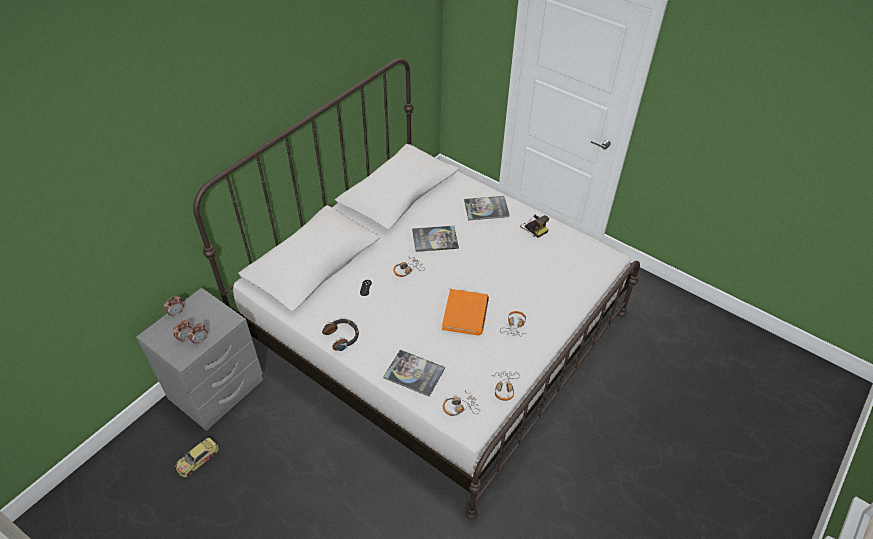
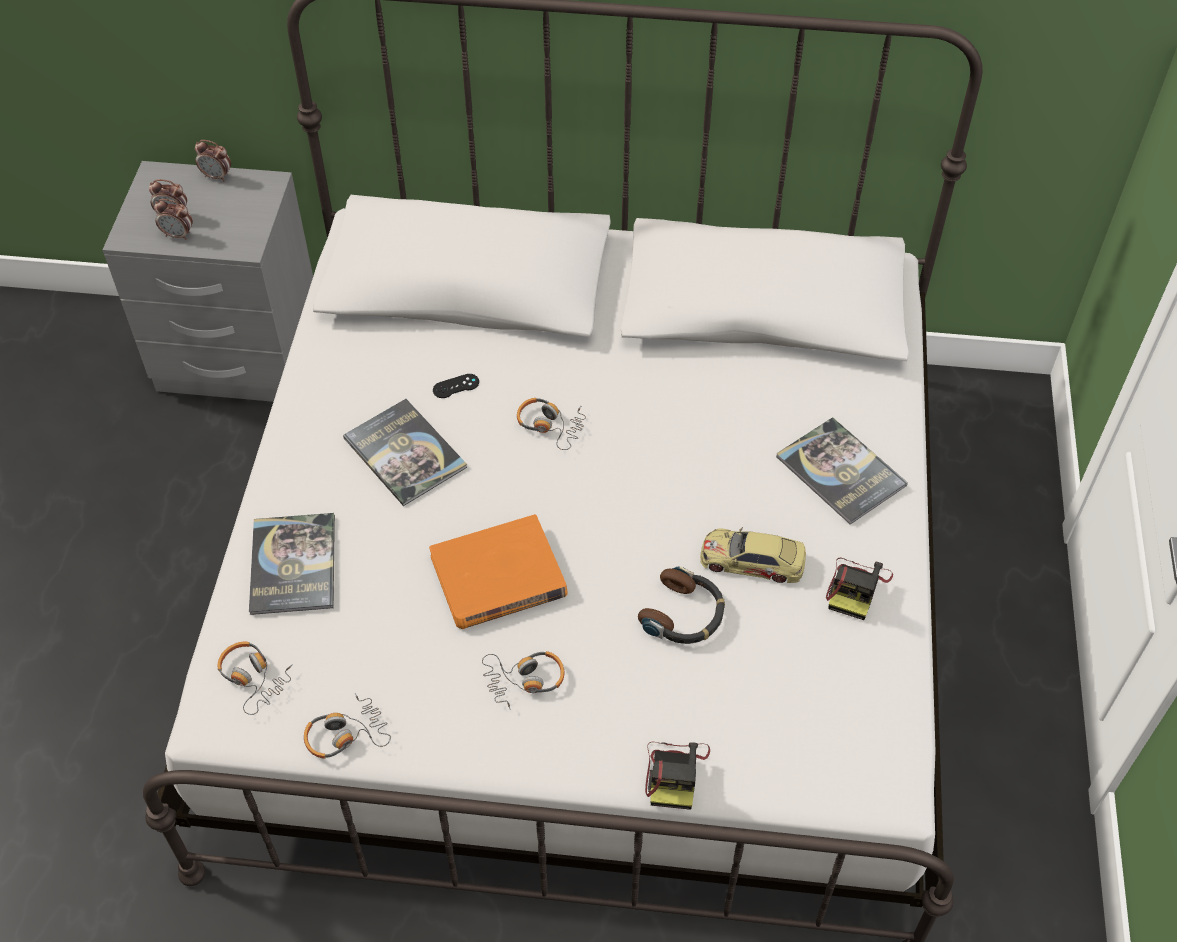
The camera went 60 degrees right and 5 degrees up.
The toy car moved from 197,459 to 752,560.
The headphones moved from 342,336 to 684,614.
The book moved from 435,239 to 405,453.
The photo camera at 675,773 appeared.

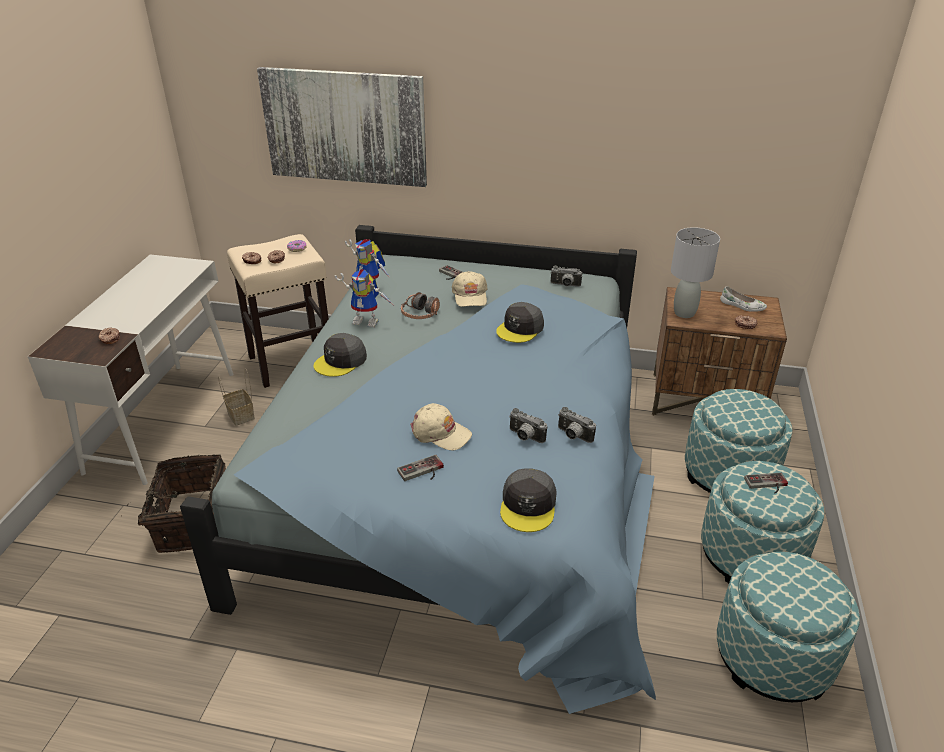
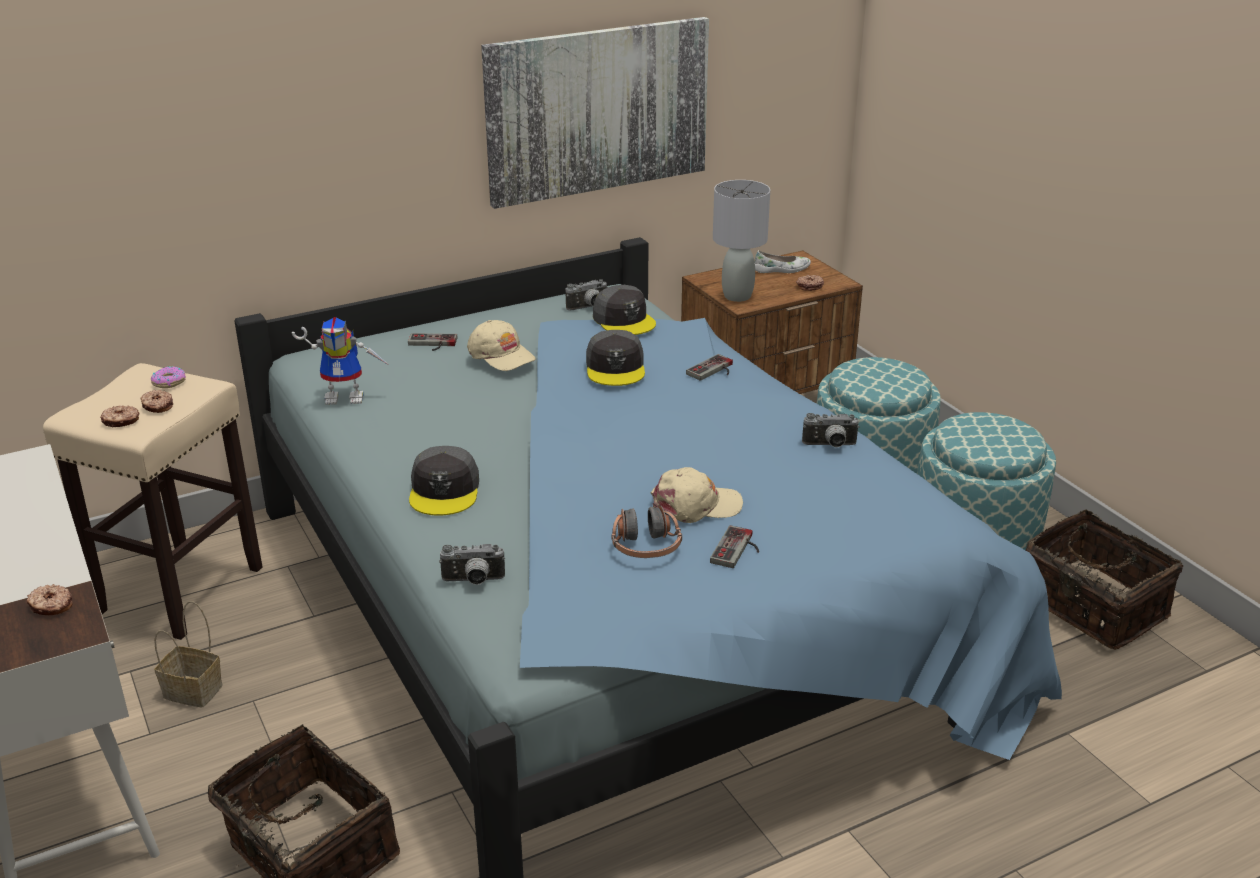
The camera went 40 degrees left and 5 degrees down.
The picture moved from 345,127 to 598,110.
The toy robot at 368,321 disappeared.
The headphones moved from 420,315 to 646,547.
The grey cap moved from 528,505 to 624,320.
The photo camera moved from 524,437 to 473,581.
The ottoman at 772,656 was replaced by the basket at 1092,608.
The game controller moved from 767,485 to 714,371.

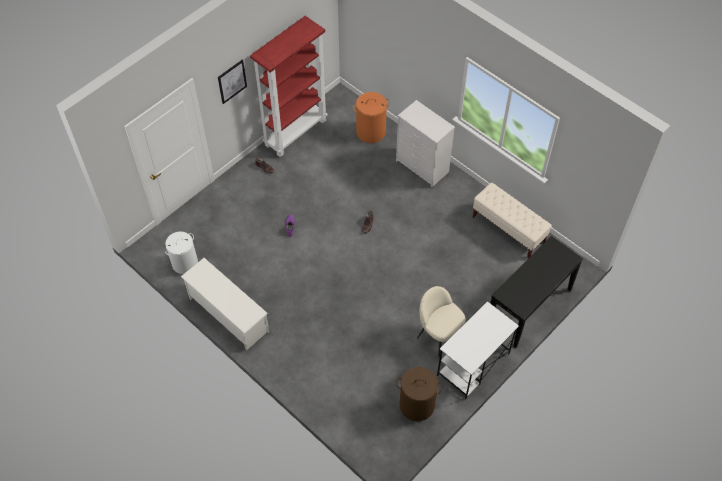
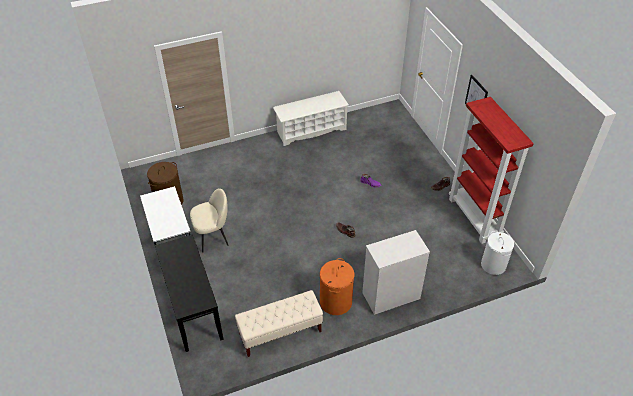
The camera went 115 degrees right and 10 degrees down.
The white laundry basket moved from 184,263 to 493,265.
The orange laundry basket moved from 371,132 to 336,302.

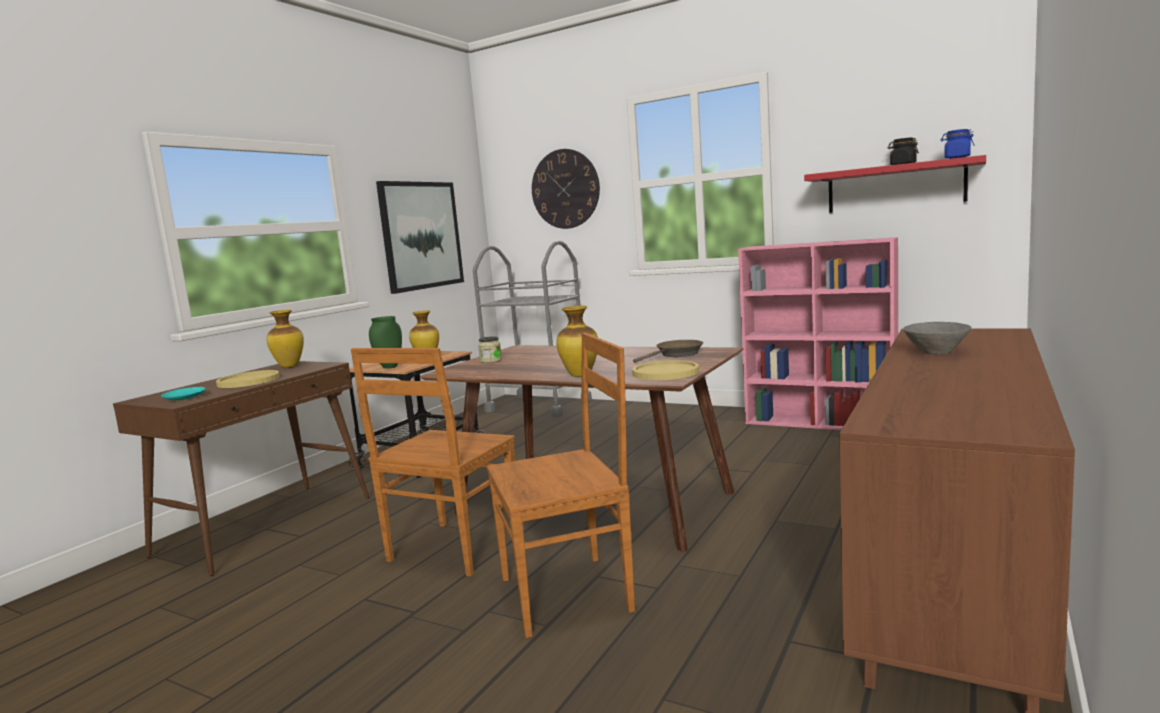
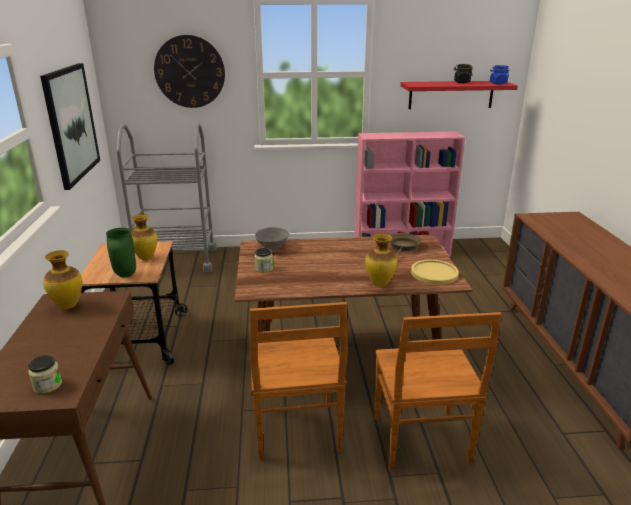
The camera went 35 degrees left and 15 degrees up.
The turquoise plate at 185,398 was replaced by the jar at 47,385.
The yellow plate at 248,381 disappeared.
The brown chair at 569,593 turned 135 degrees clockwise.
The grey bowl moved from 935,352 to 272,247.

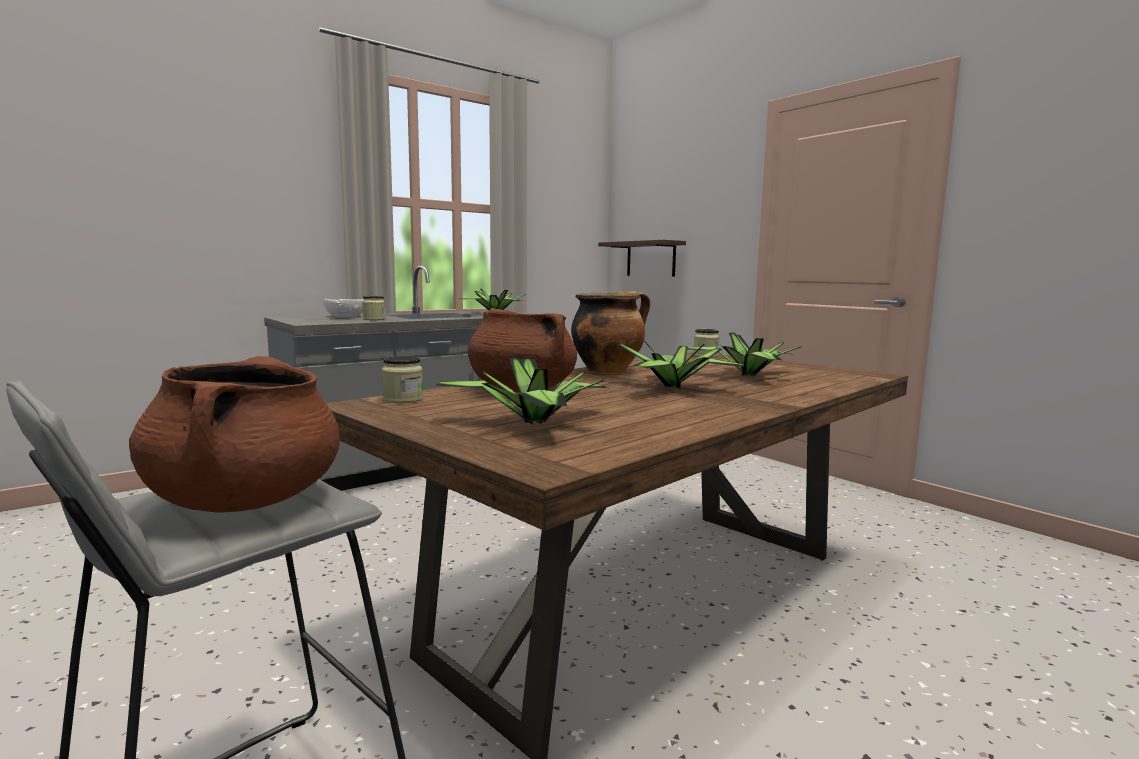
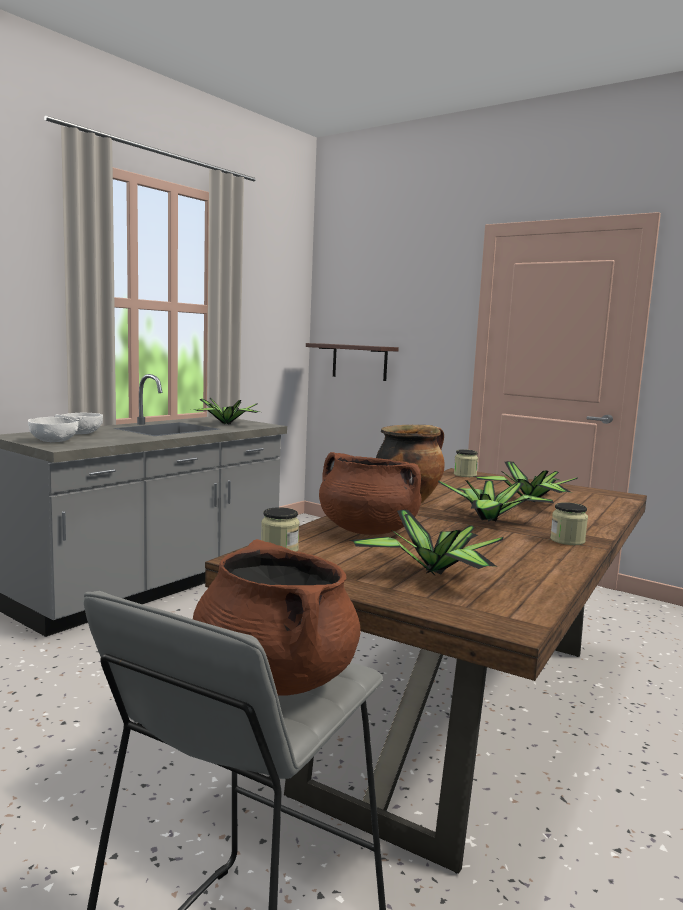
The camera went 15 degrees left and 0 degrees up.
The jar moved from 374,319 to 567,540.
The white bowl at 54,441 appeared.

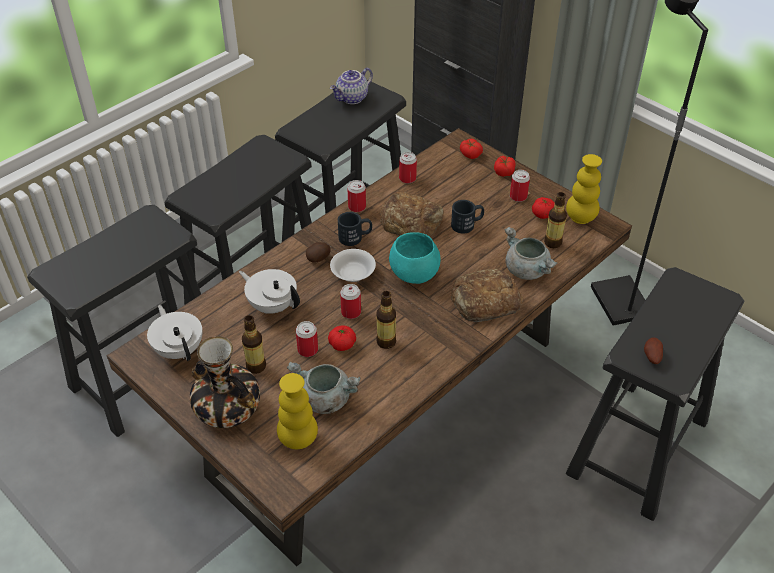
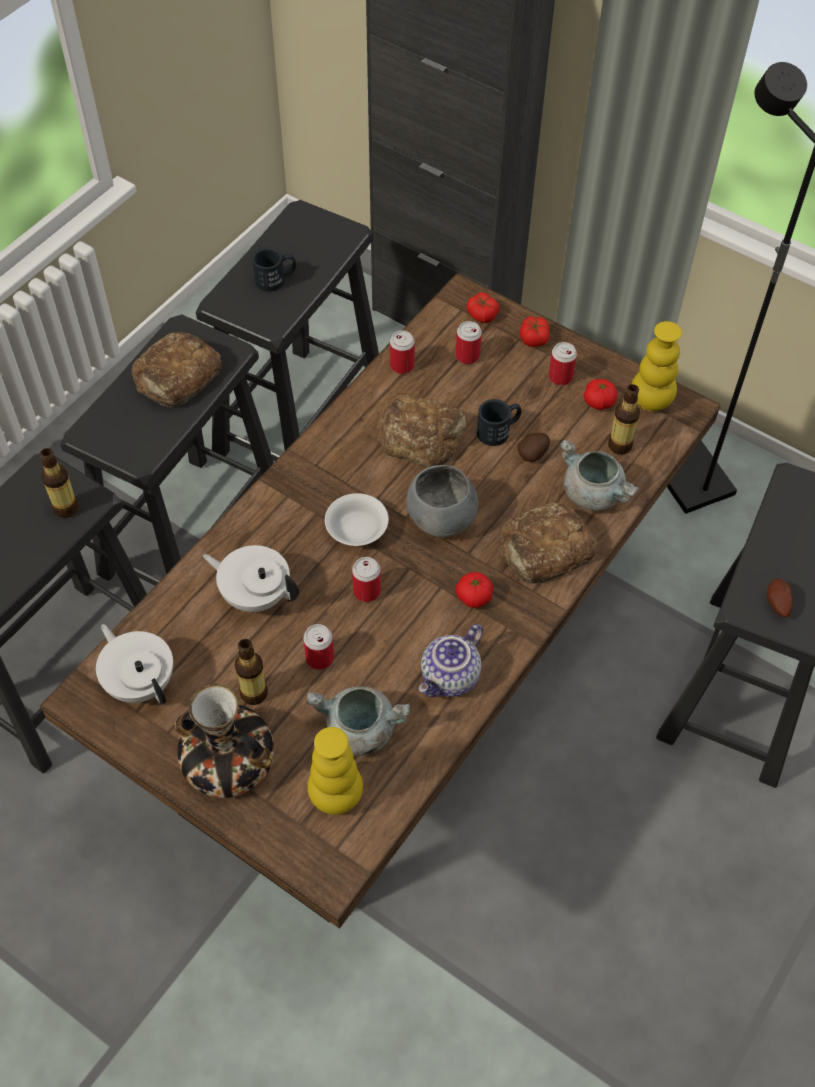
The camera went 10 degrees left and 10 degrees up.
The potato moved from 318,258 to 533,454.
The tomato moved from 342,344 to 474,597.
The teapot moved from 352,98 to 451,678.
The black mug moved from 355,237 to 276,279.
The can moved from 357,207 to 467,356.
The bottle moved from 386,342 to 66,508.
The turquoise bowl at 414,273 became the grey bowl at 441,518.
The bread at 177,377 appeared.

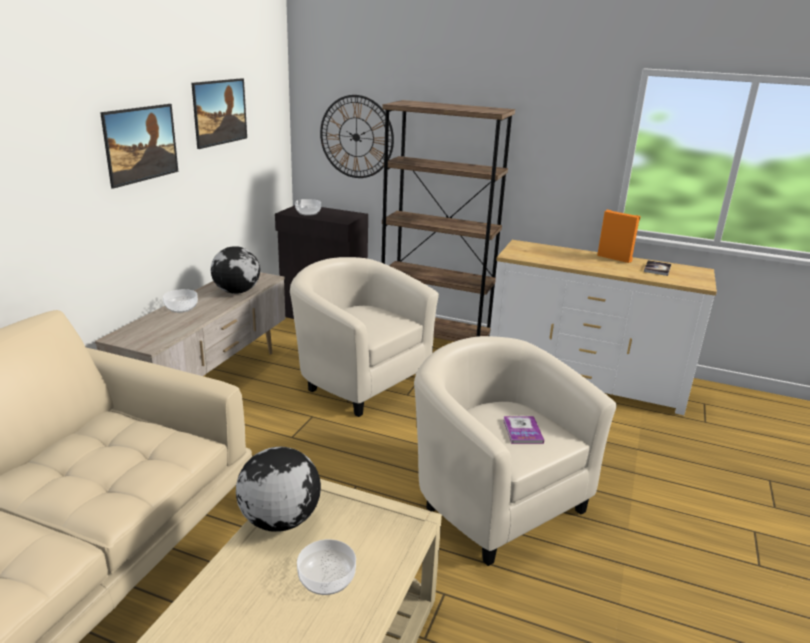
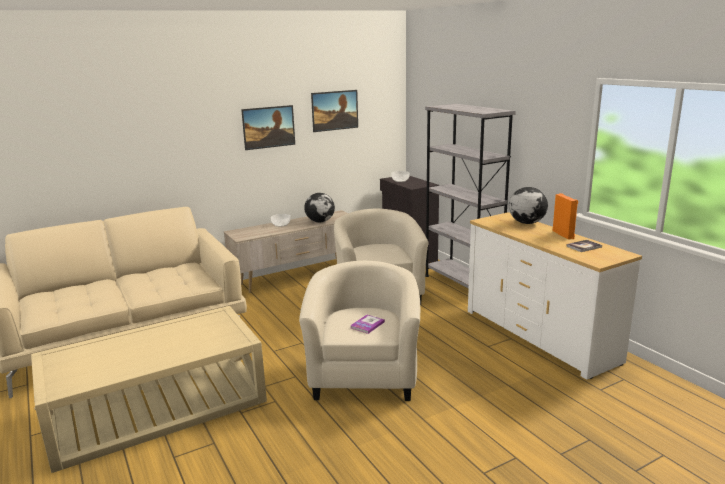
The camera went 40 degrees right and 5 degrees down.
The globe moved from 279,520 to 526,223.
The bowl at 326,579 disappeared.
The wall clock at 356,137 disappeared.
The brown bookcase at 434,340 became the grey bookcase at 462,284.

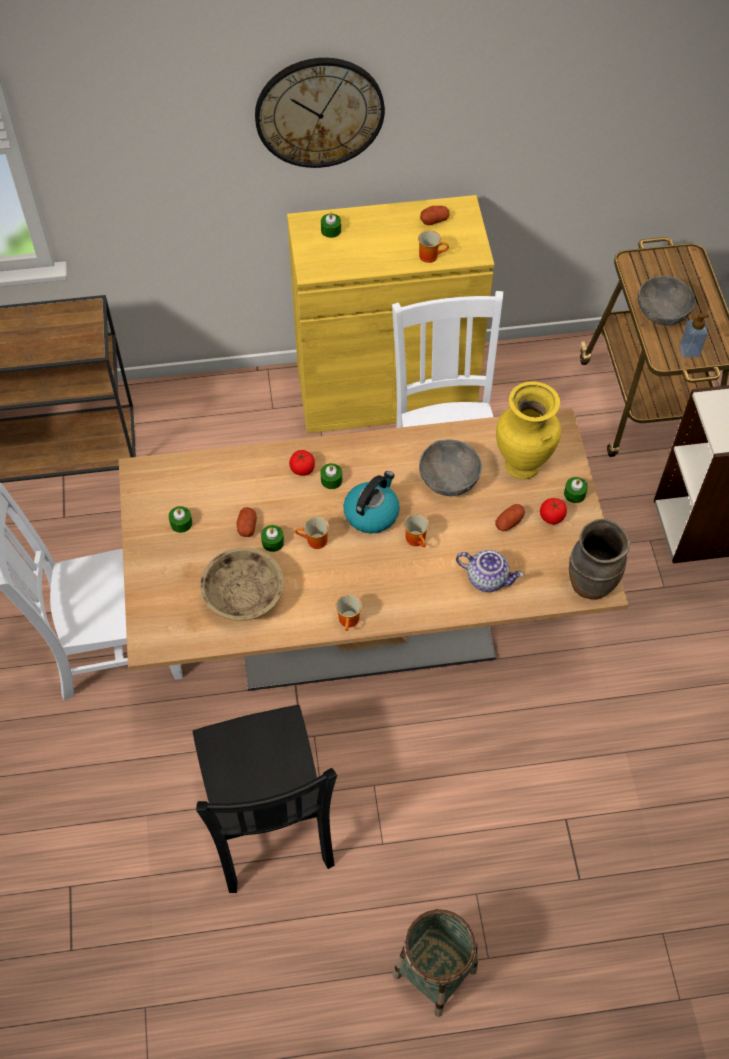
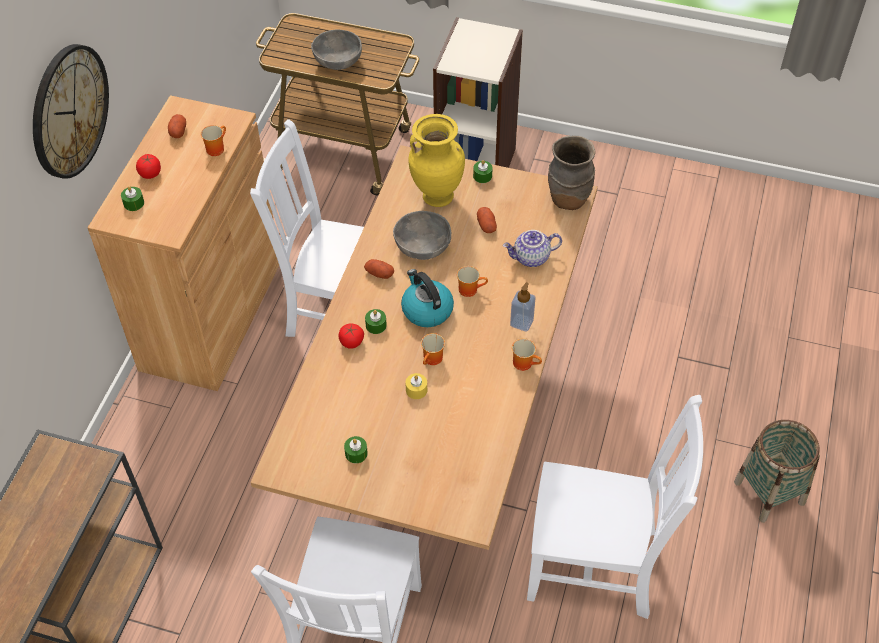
The camera went 65 degrees left and 5 degrees down.
The black chair at 269,824 became the white chair at 597,565.
The beige bowl at 243,595 disappeared.
The potato moved from 247,526 to 379,273.
The green candle at 273,542 became the yellow candle at 416,390.
The yellow cabinet at 385,390 became the brown cabinet at 211,315.
The teapot at 488,578 turned 150 degrees counterclockwise.
The tomato moved from 552,517 to 150,173.
The soap dispenser moved from 689,350 to 521,322.

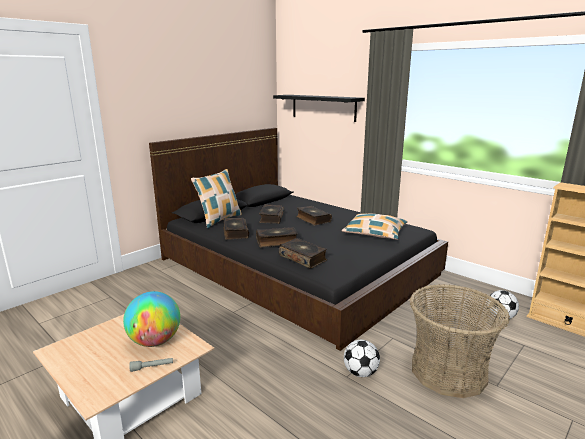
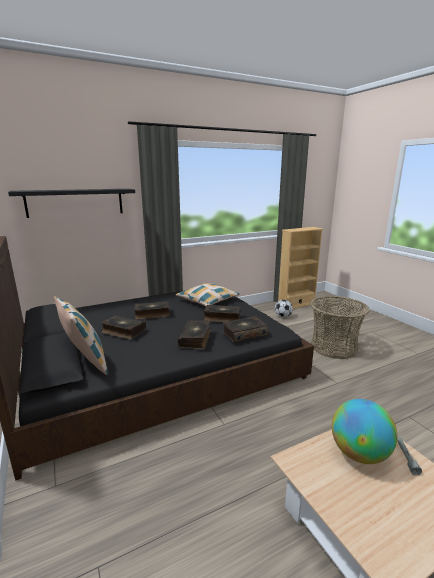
The camera went 70 degrees left and 0 degrees up.
The book moved from 235,233 to 222,318.
The football at 360,373 disappeared.

